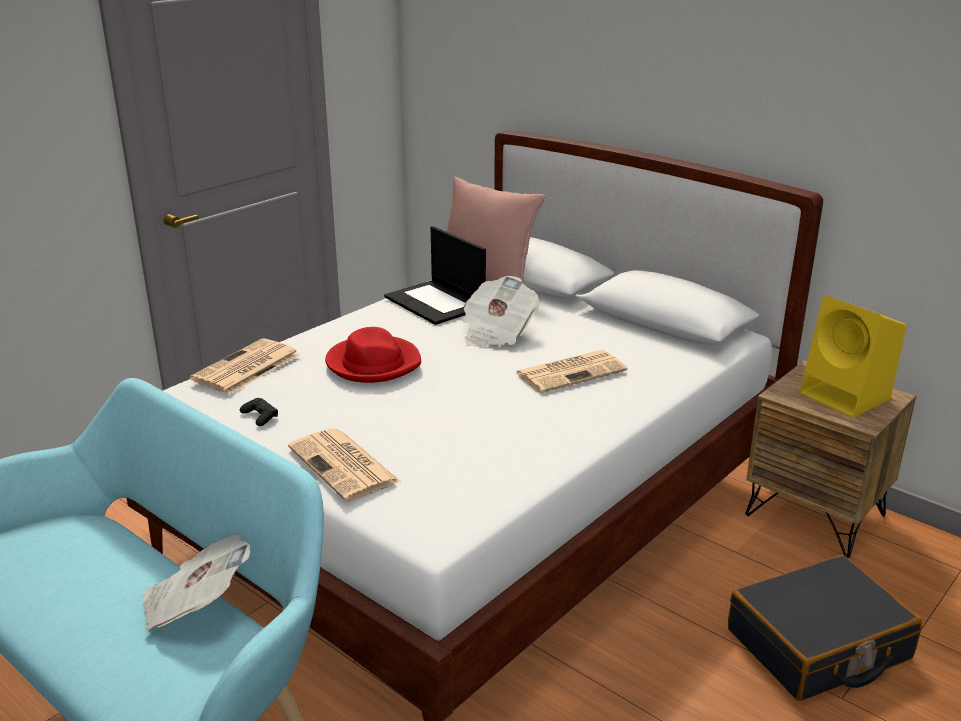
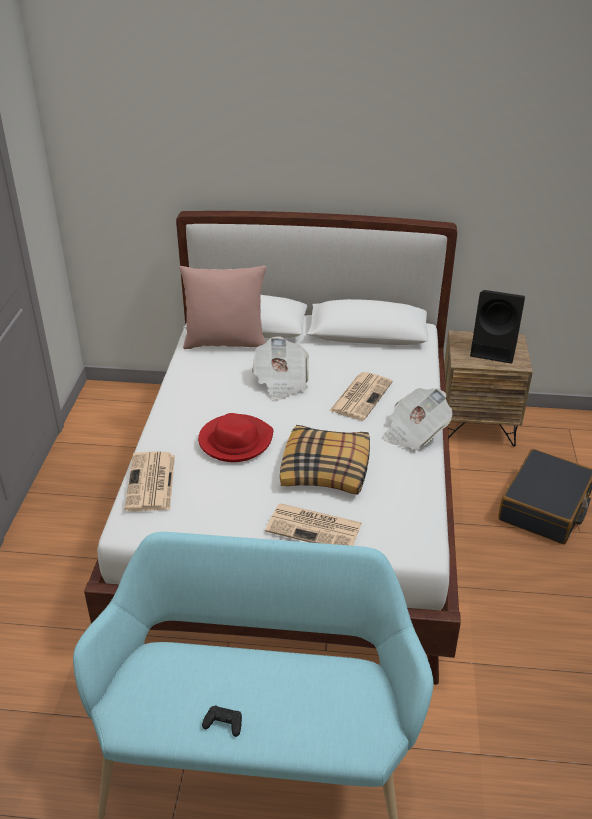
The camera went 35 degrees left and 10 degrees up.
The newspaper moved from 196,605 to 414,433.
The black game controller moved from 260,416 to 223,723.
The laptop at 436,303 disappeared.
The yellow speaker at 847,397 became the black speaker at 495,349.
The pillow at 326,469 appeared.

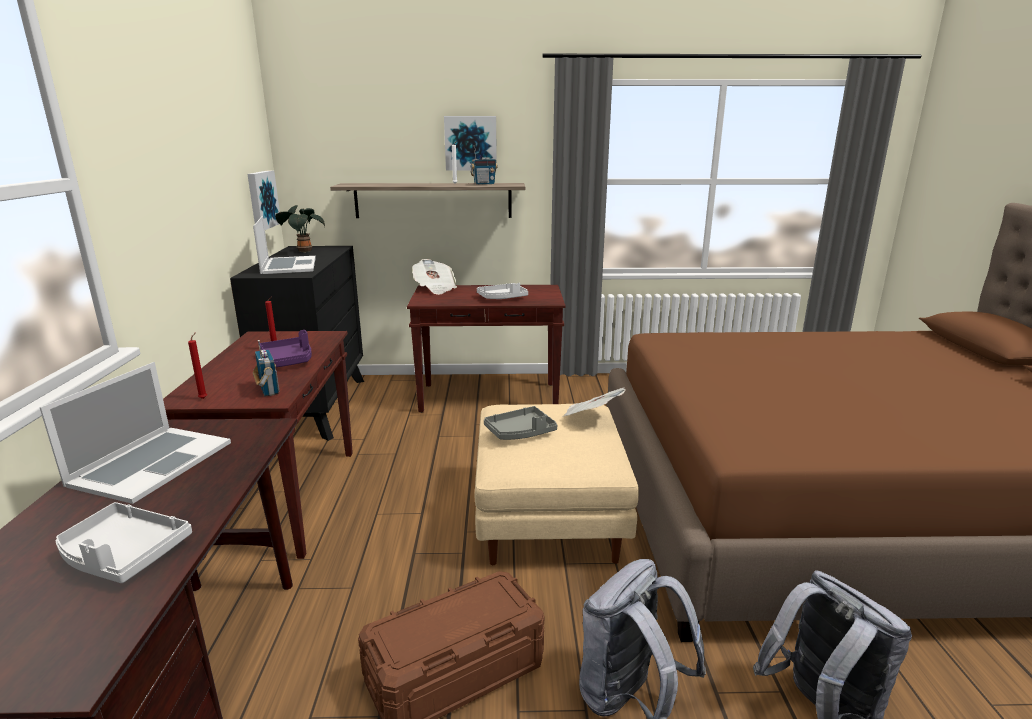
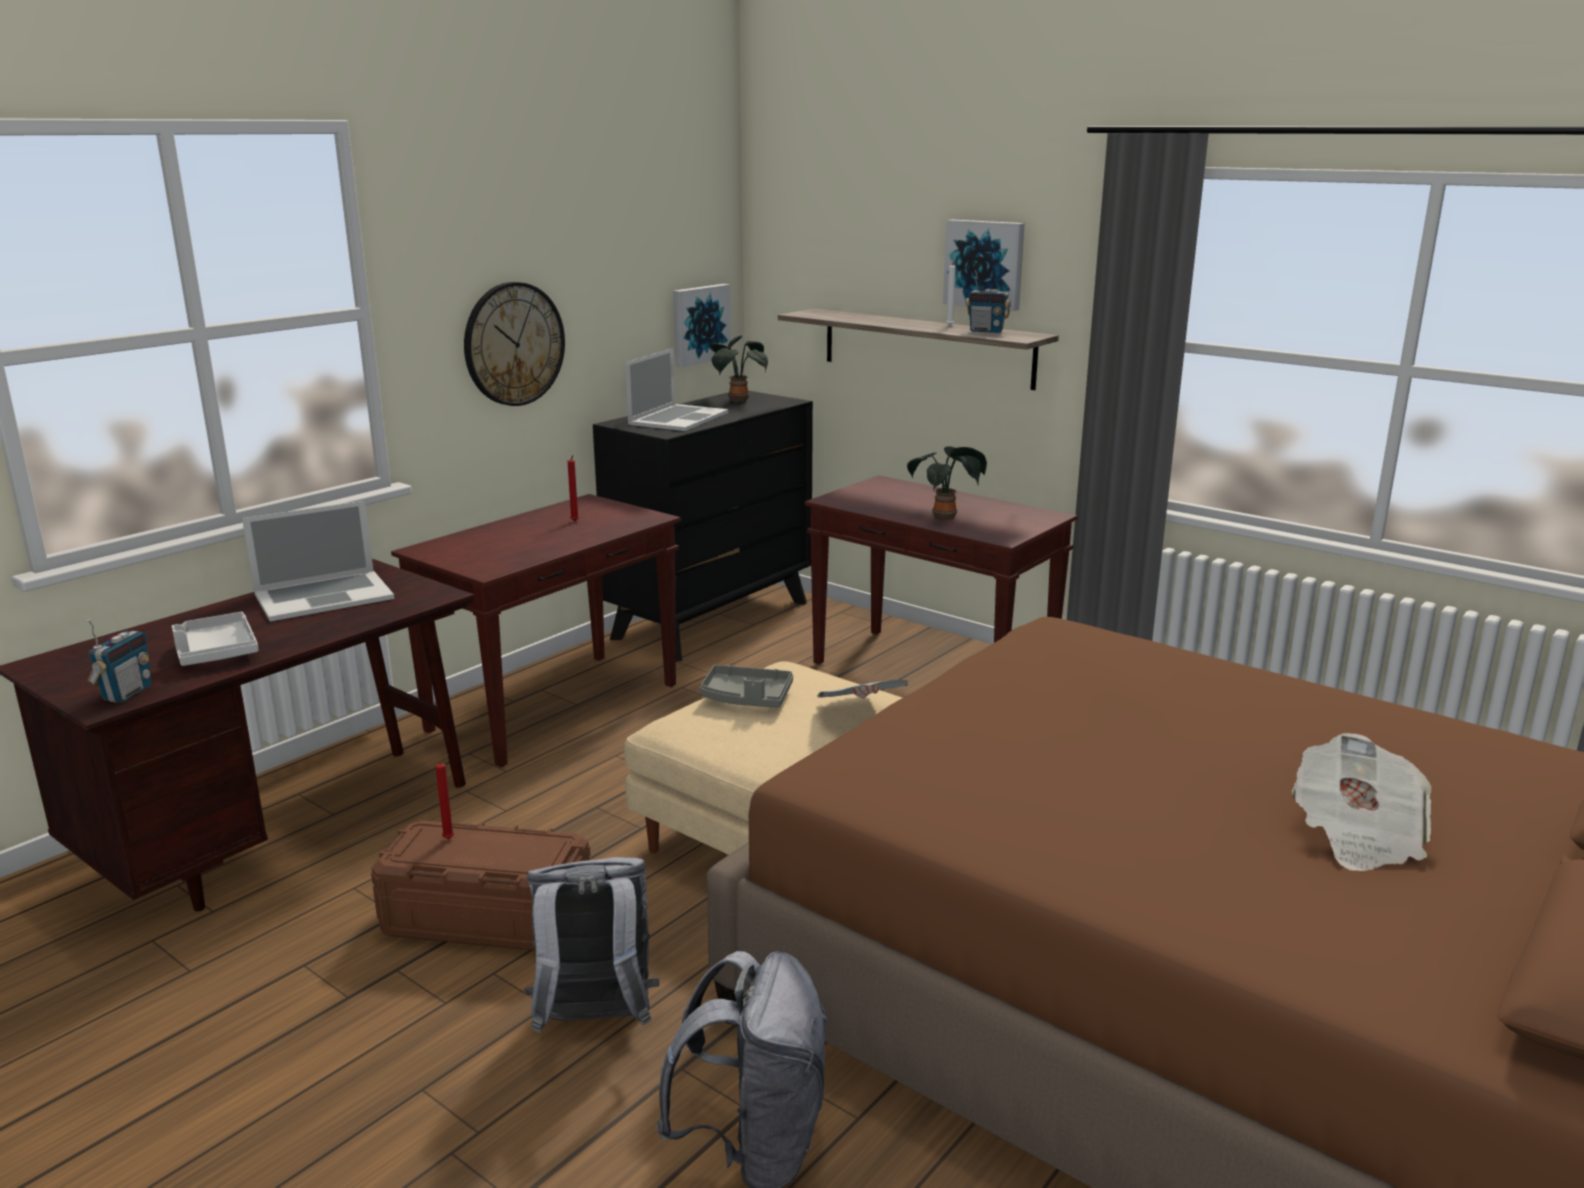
The camera went 40 degrees right and 0 degrees up.
The red candle moved from 204,398 to 450,838.
The radio moved from 268,391 to 127,693.
The purple tray at 288,360 disappeared.
The newspaper moved from 435,289 to 1356,835.
The grey tray at 502,298 was replaced by the potted plant at 946,517.
The wall clock at 514,344 appeared.

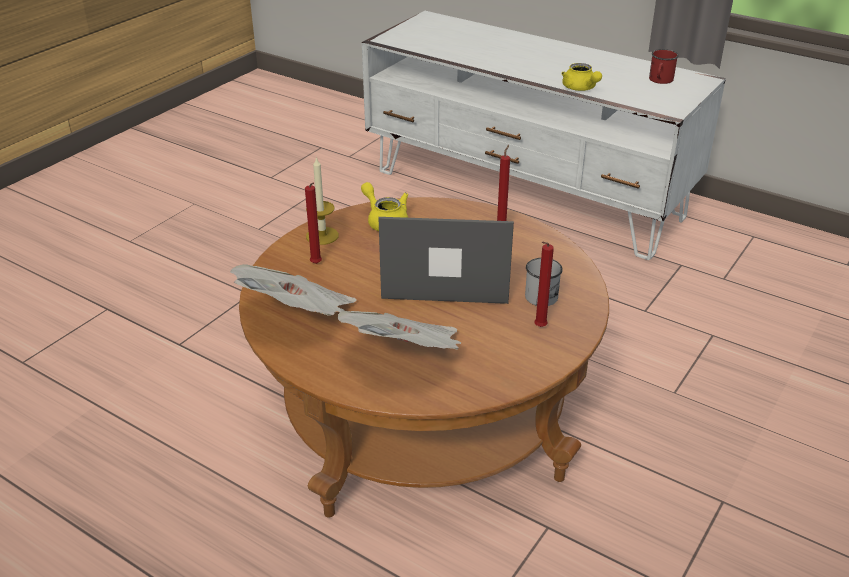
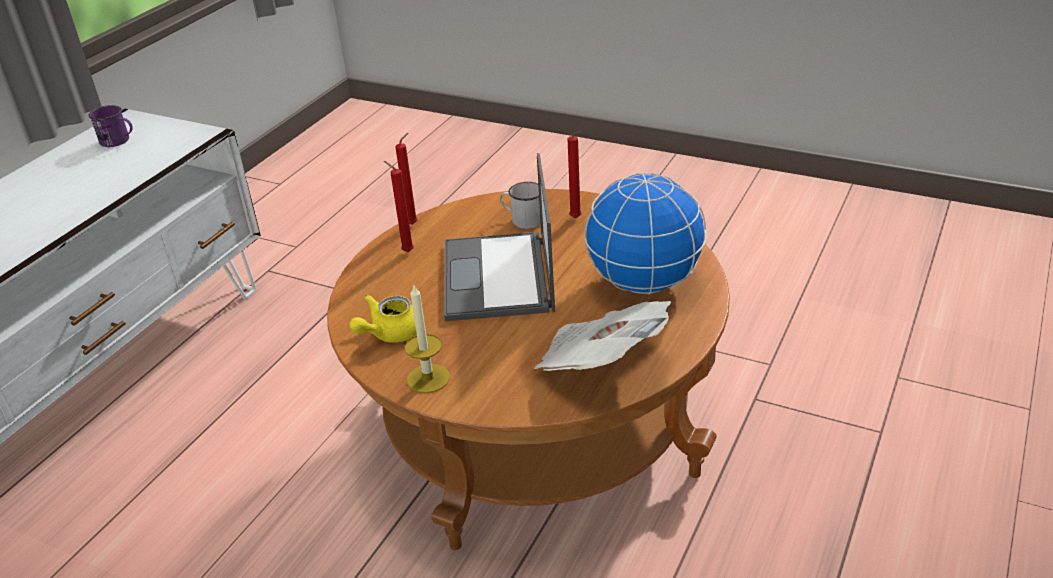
The camera went 95 degrees left and 0 degrees up.
The red candle moved from 316,264 to 414,223.
The newspaper at 406,355 was replaced by the globe at 643,283.
The yellow teapot at 580,88 disappeared.
The red mug at 660,81 became the purple mug at 119,141.

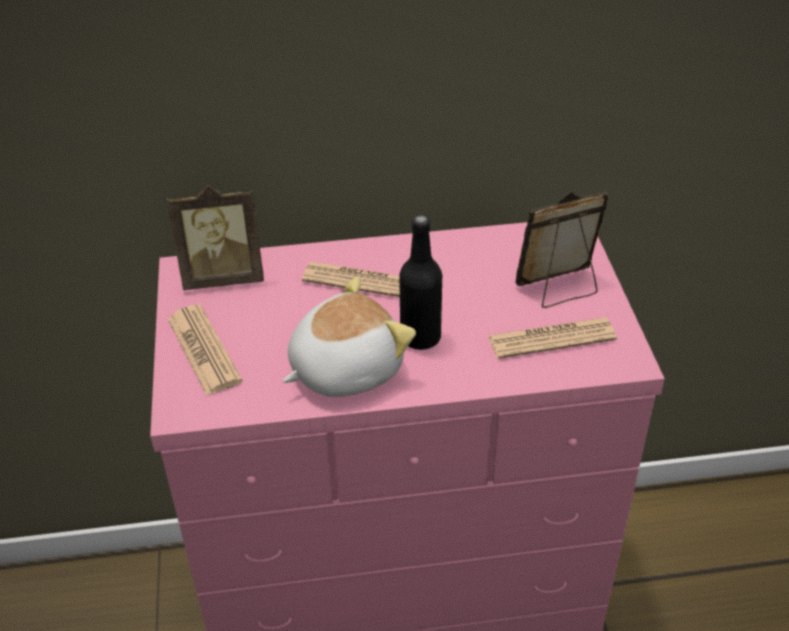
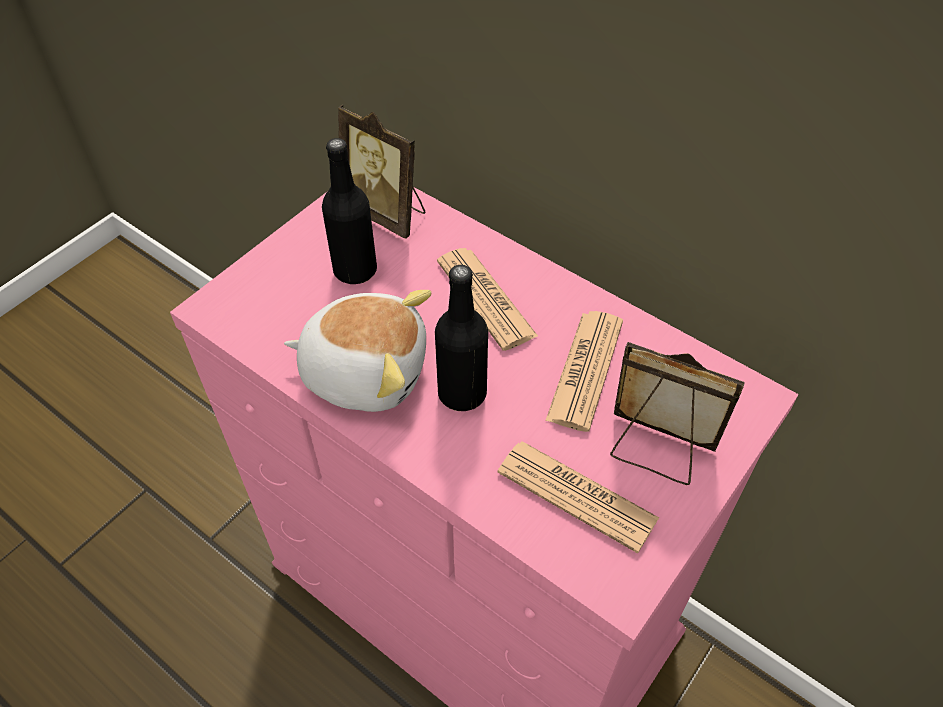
The camera went 45 degrees right and 10 degrees up.
The newspaper moved from 203,350 to 585,370.
The black bottle at 355,270 appeared.

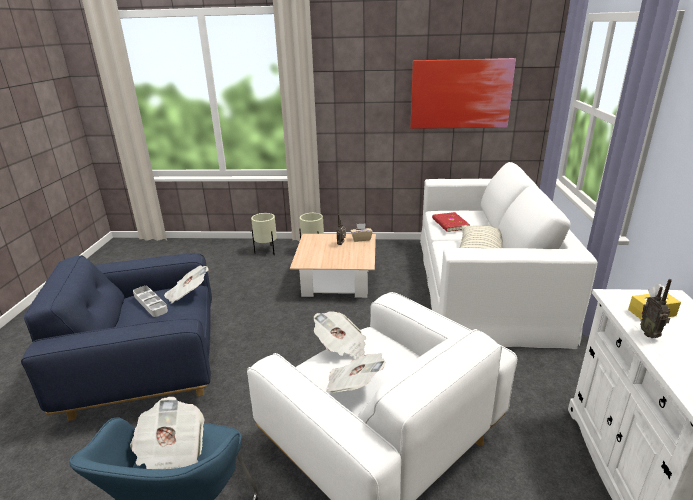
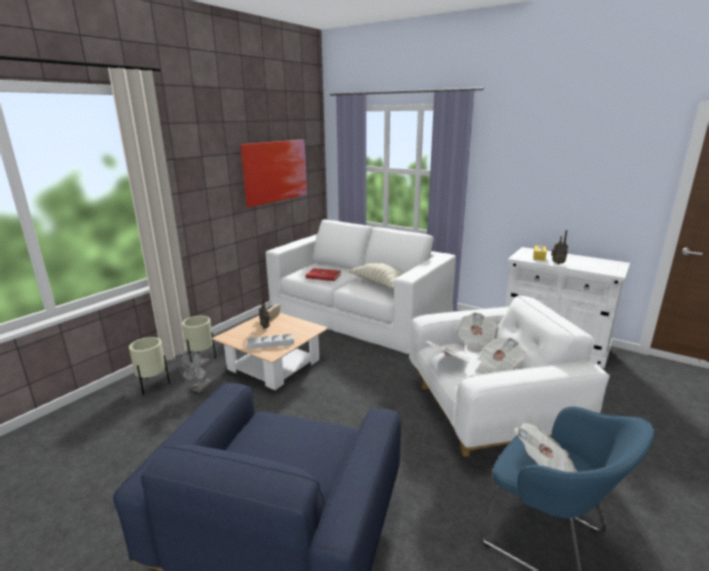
The camera went 60 degrees left and 5 degrees down.
The grey tray moved from 150,303 to 270,344.
The newspaper moved from 187,294 to 476,343.
The grey fan at 199,388 appeared.

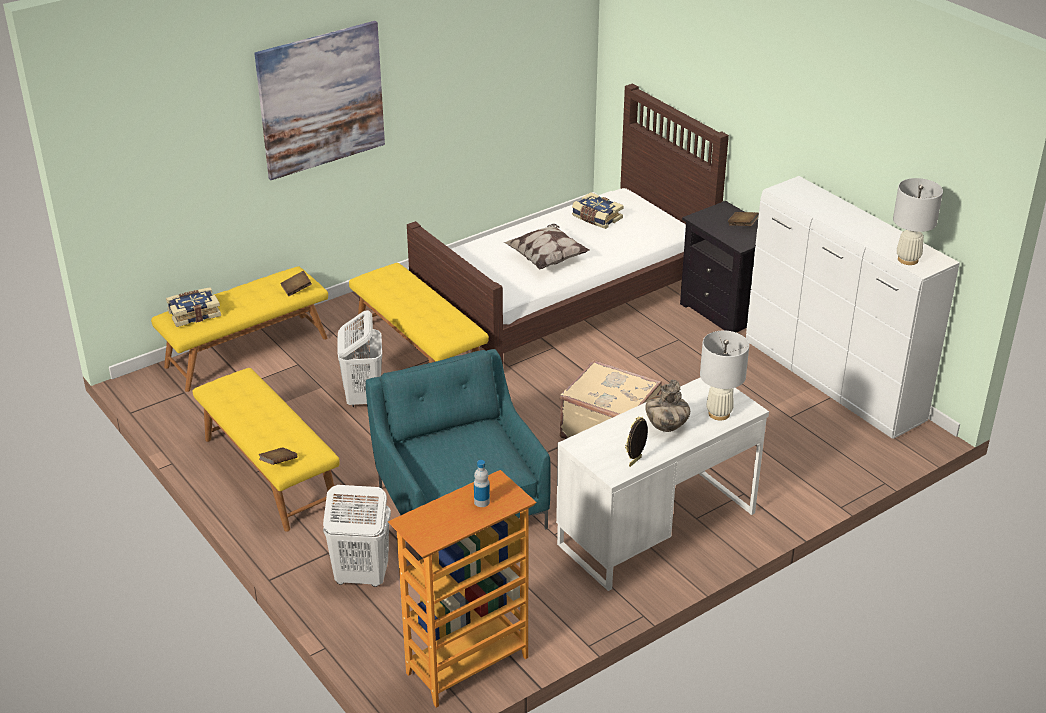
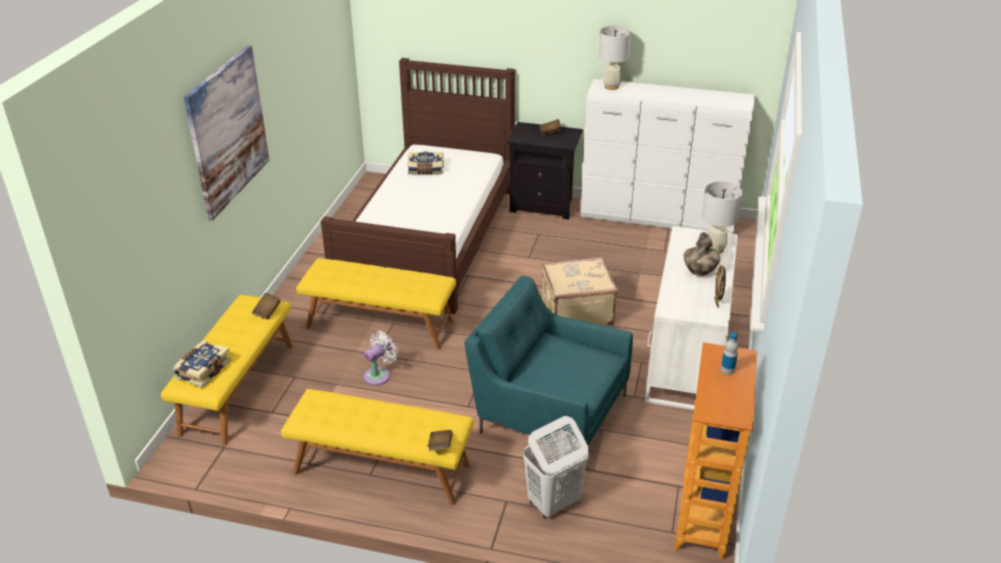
The camera went 40 degrees left and 0 degrees up.
The white laundry basket at 363,397 was replaced by the white fan at 379,375.
The pillow at 547,258 disappeared.
The white table lamp moved from 907,259 to 611,86.

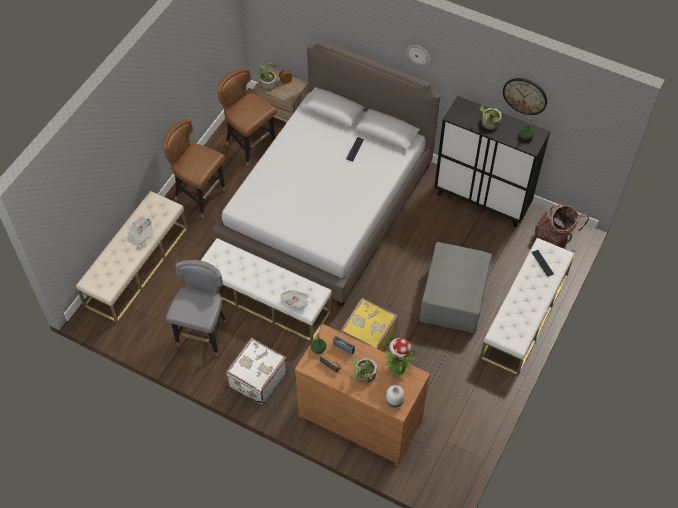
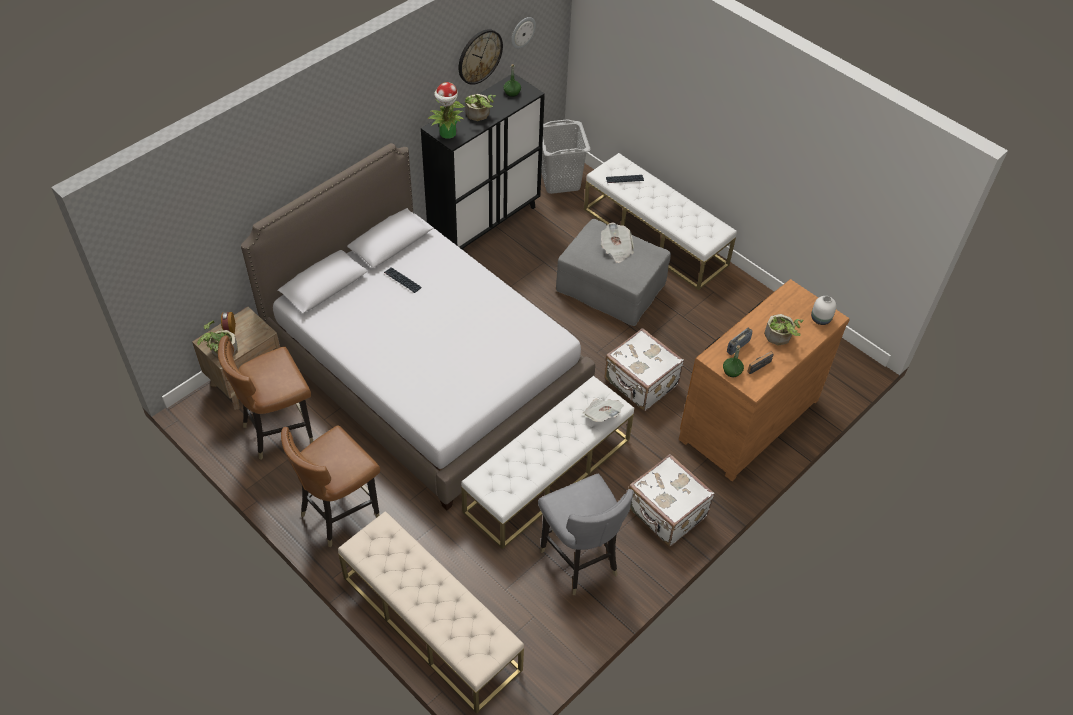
The camera went 75 degrees left and 5 degrees down.
The newspaper moved from 140,236 to 616,249.
The grey chair at 204,335 turned 150 degrees counterclockwise.
The yellow suitcase at 367,338 became the white suitcase at 640,383.
The potted plant moved from 397,368 to 447,133.
The wall clock moved from 418,54 to 522,32.
The backpack at 555,236 was replaced by the grey laundry basket at 561,181.

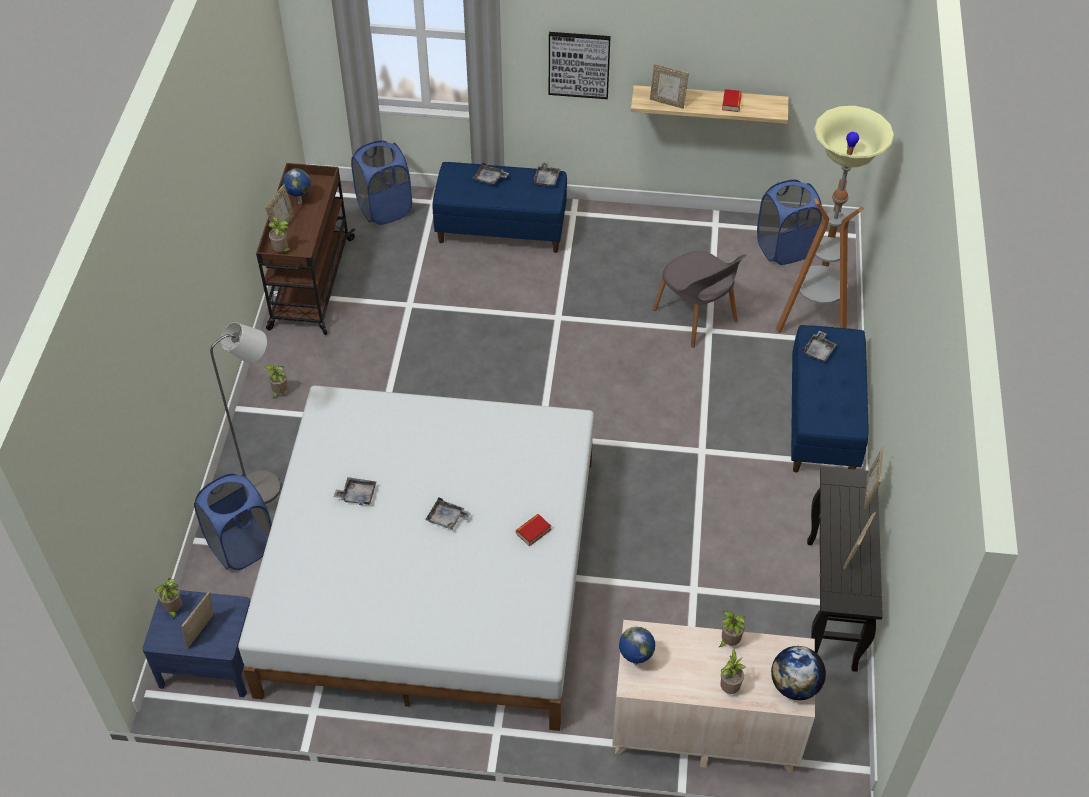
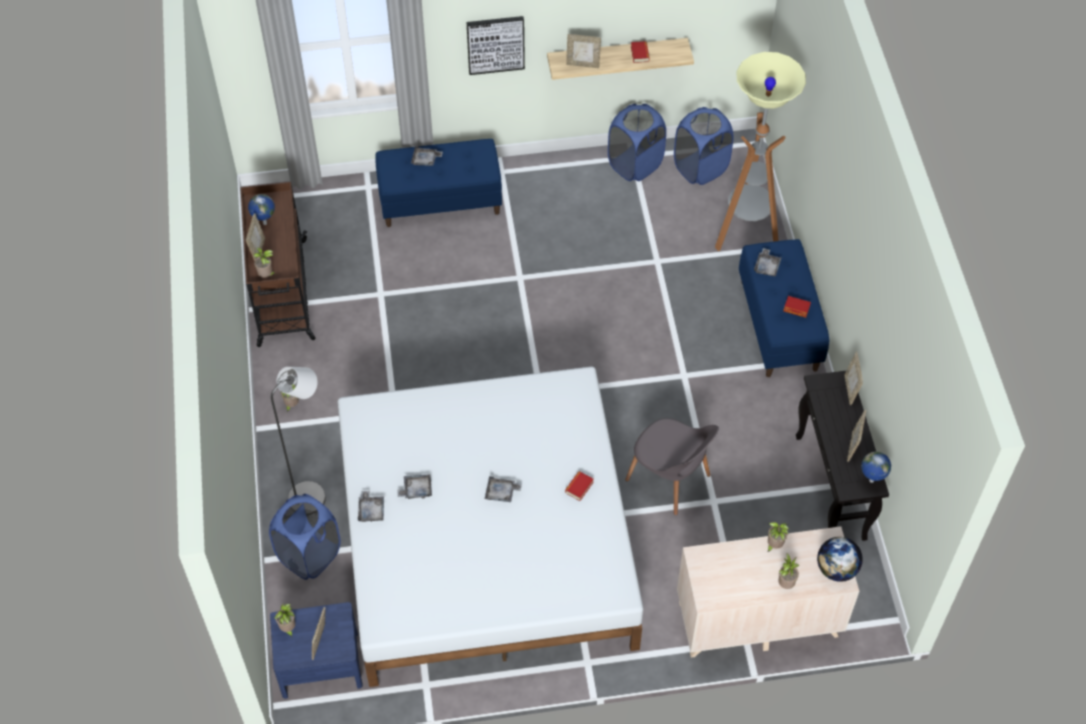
The camera went 15 degrees left and 5 degrees up.
The blue laundry basket moved from 385,209 to 635,164.
The grey tray moved from 546,179 to 371,510.
The globe moved from 635,662 to 871,481.
The grey chair moved from 696,317 to 669,479.
The book at 796,308 appeared.

